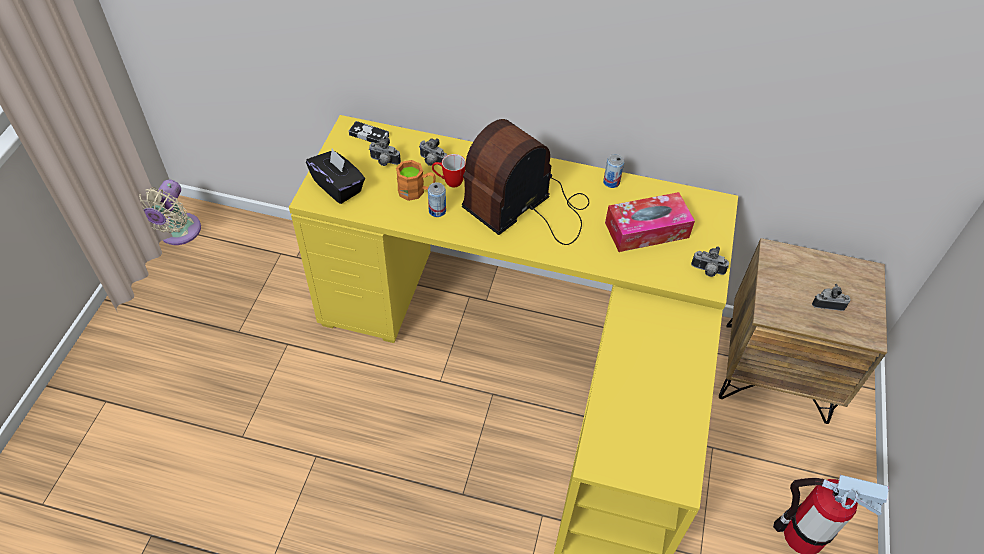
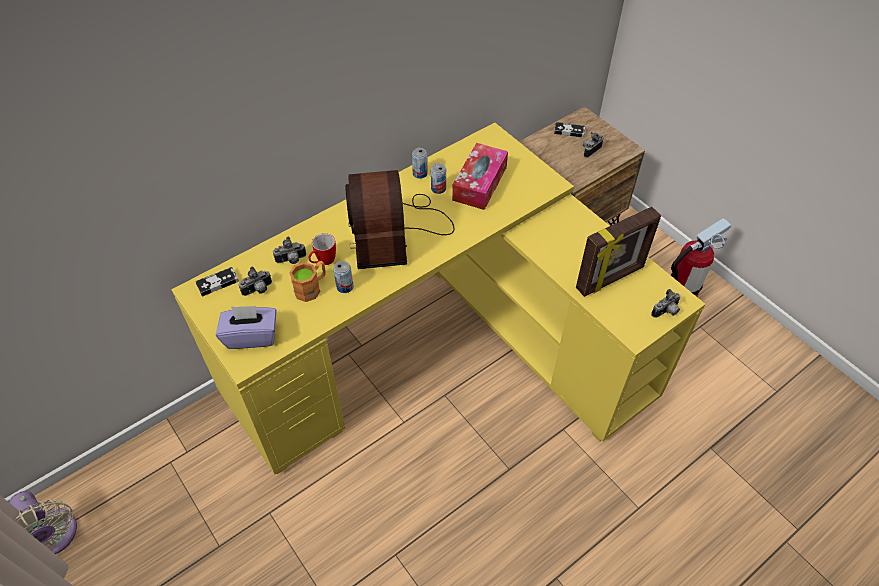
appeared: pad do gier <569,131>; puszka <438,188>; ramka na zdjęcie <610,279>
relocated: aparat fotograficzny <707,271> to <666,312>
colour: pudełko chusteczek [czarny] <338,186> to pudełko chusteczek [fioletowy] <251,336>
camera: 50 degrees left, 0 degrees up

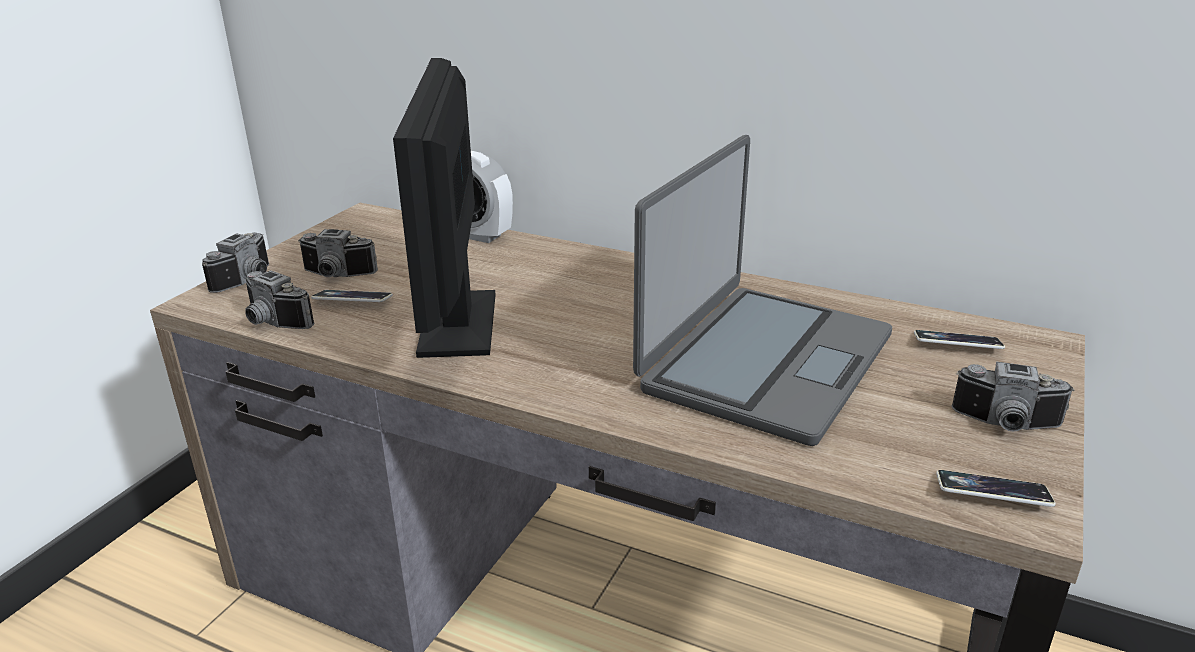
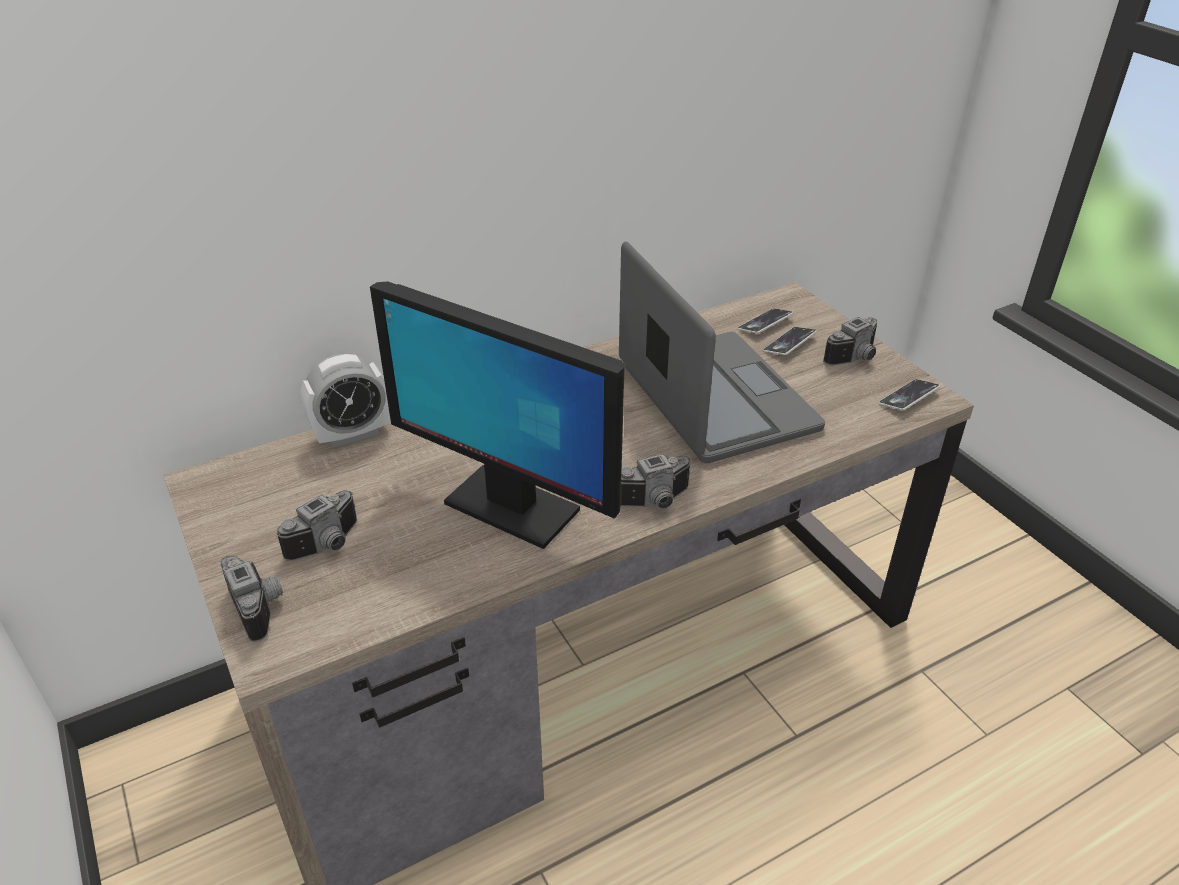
relocated: aparat fotograficzny <272,323> to <656,502>; telefon <353,301> to <789,344>
camera: 55 degrees left, 10 degrees up

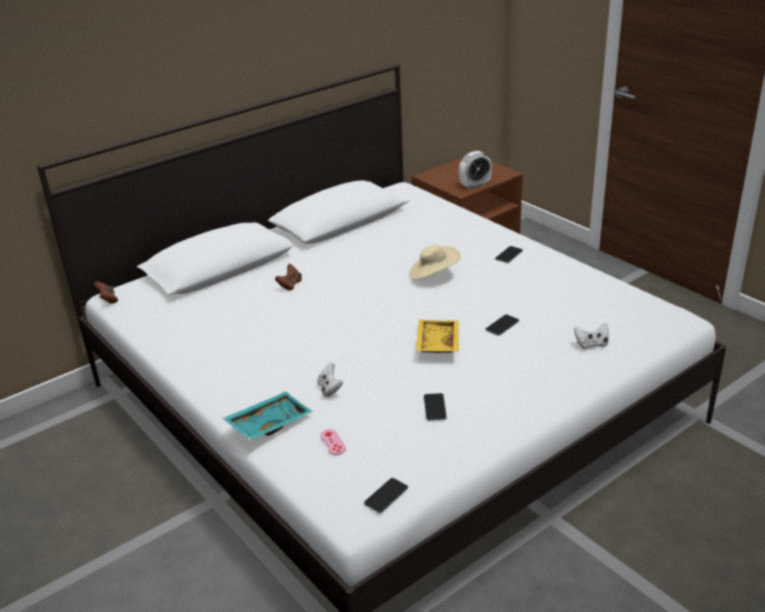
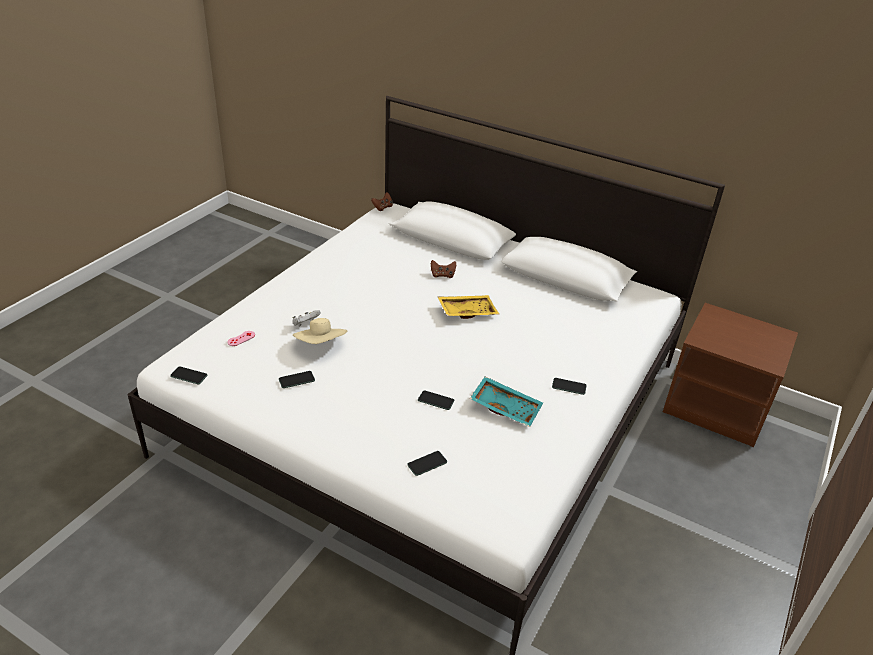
missing: budzik <475,185>
relocated: kapelusz [beżowy] <433,275> to <321,345>; taca [żółty] <436,344> to <467,311>; taca [turkusowy] <268,423> to <506,407>
exchanged: pad do gier [biały] <591,344> to telefon <427,463>
camera: 65 degrees right, 5 degrees up

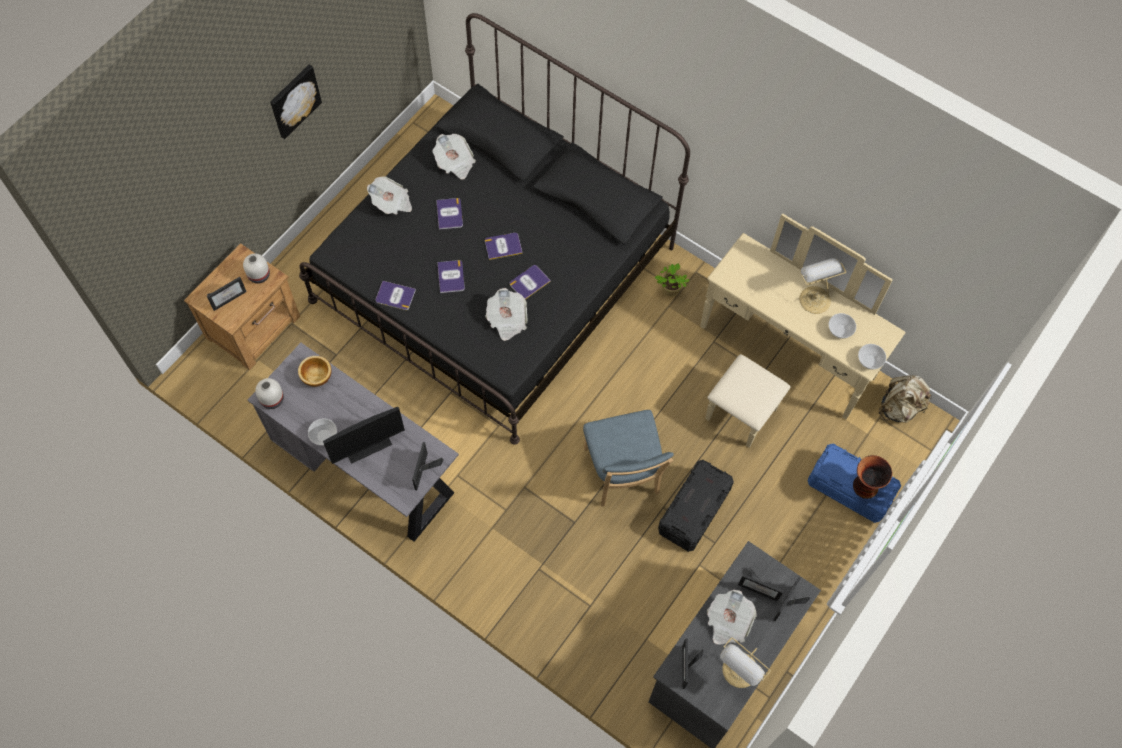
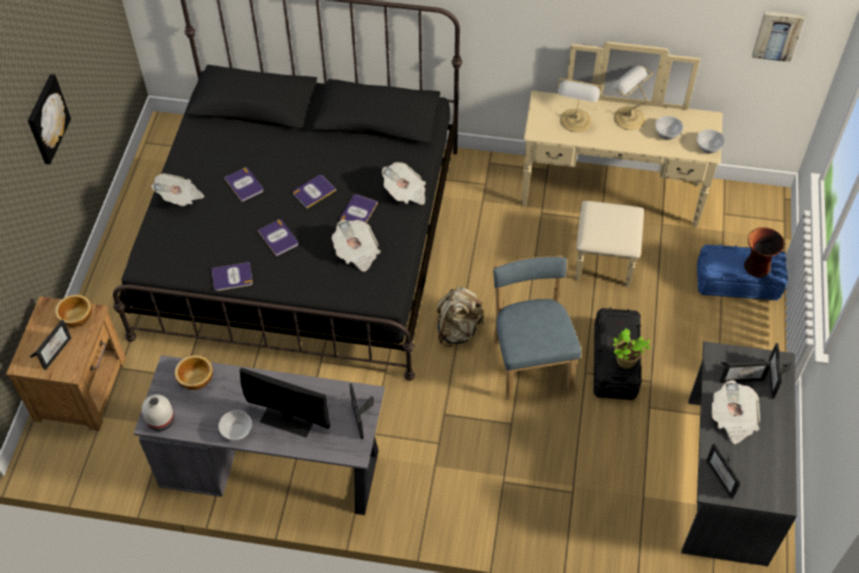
appeared: obraz <777,34>
relocated: gazeta <455,163> to <405,192>; roślina doniczkowa <669,290> to <625,362>; plecak [beżowy] <899,408> to <458,330>; lampa stołowa <739,671> to <575,122>
exchanged: wazon [biały] <258,275> to miska <76,317>
spun: monitor <367,445> = <287,420> 105 degrees counterclockwise; krzesło [niebieski] <622,475> = <530,361> 150 degrees counterclockwise
camera: 25 degrees left, 10 degrees down

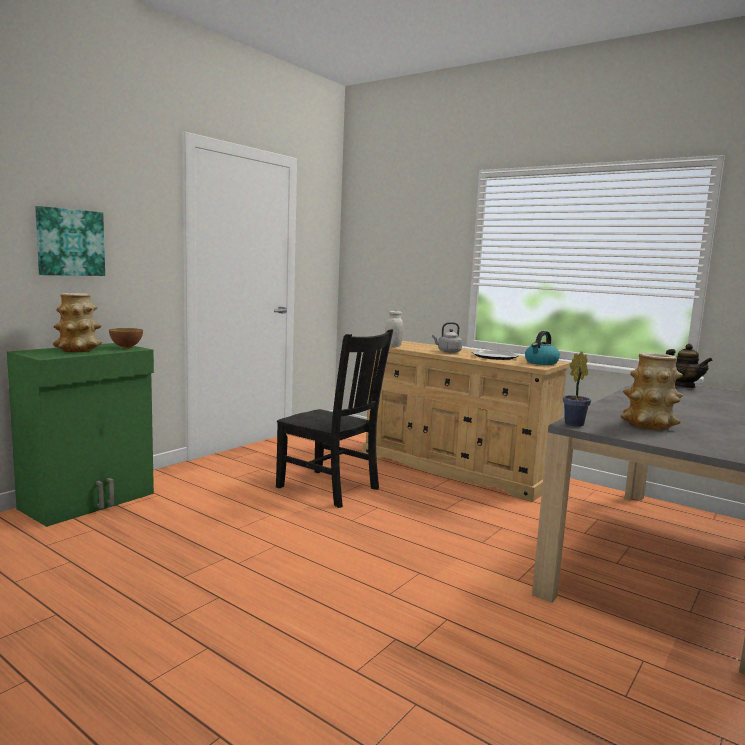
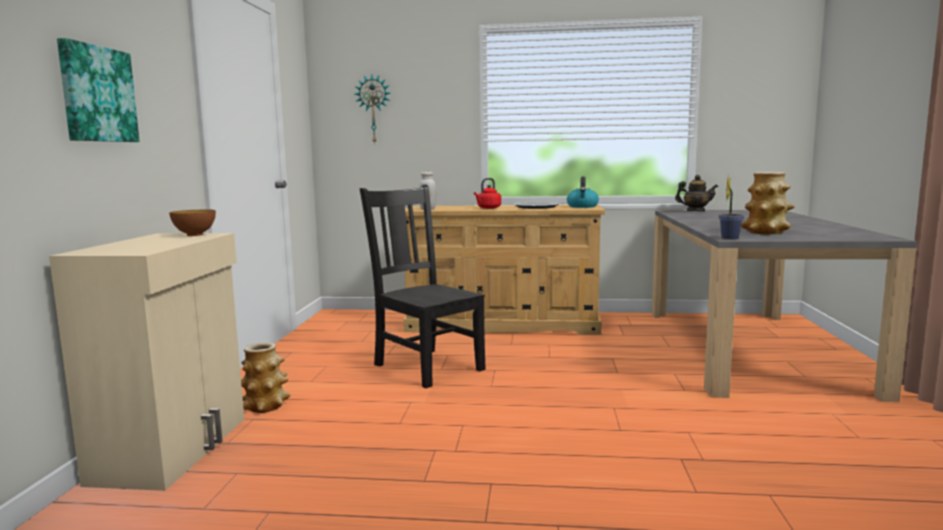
appeared: zegar ścienny <374,109>
relocated: wazon <78,350> to <266,406>
colour: czajnik [szary] <448,352> to czajnik [czerwony] <488,208>; szafka [zielony] <90,501> to szafka [beżowy] <174,449>
spun: krzesło [czarny] <330,489> = <426,366> 135 degrees counterclockwise
camera: 30 degrees left, 0 degrees up

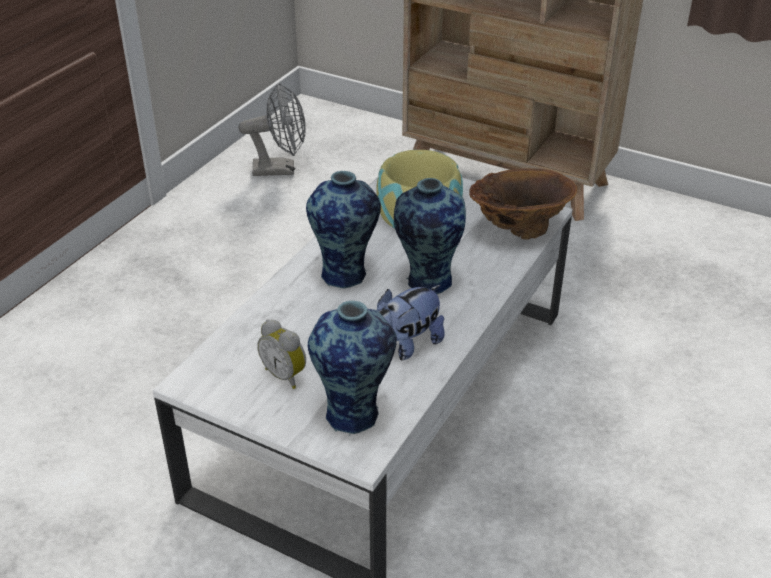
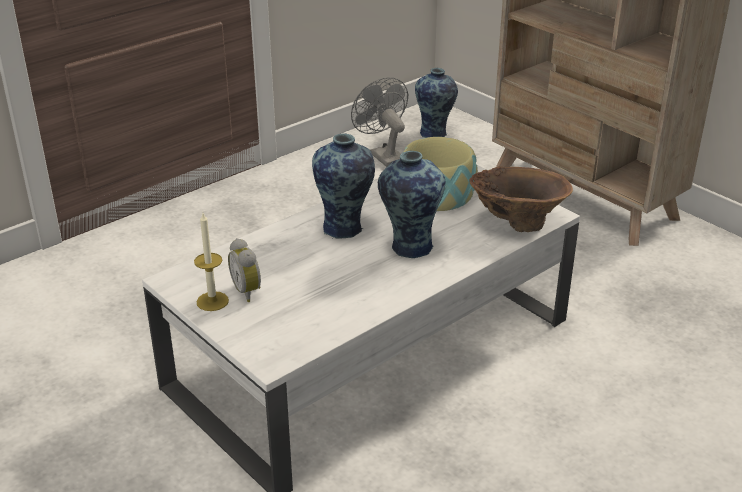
missing: pluszak <405,346>
appeared: świeca <212,301>
relocated: wazon <354,413> to <434,133>
spun: wentylator [szary] <281,169> = <383,155> 135 degrees counterclockwise
camera: 20 degrees right, 5 degrees down

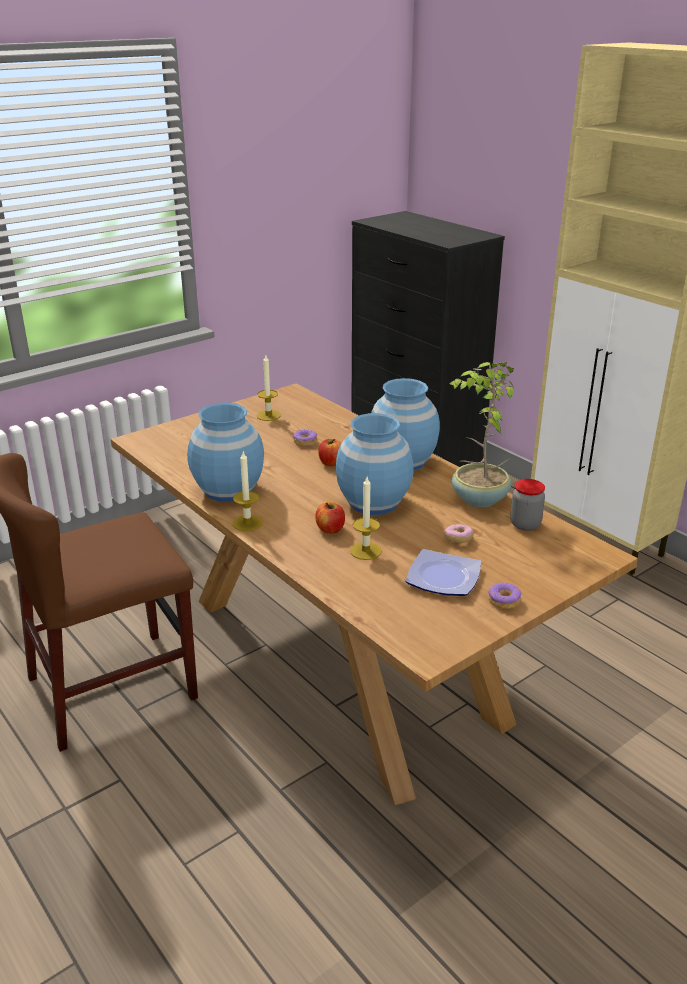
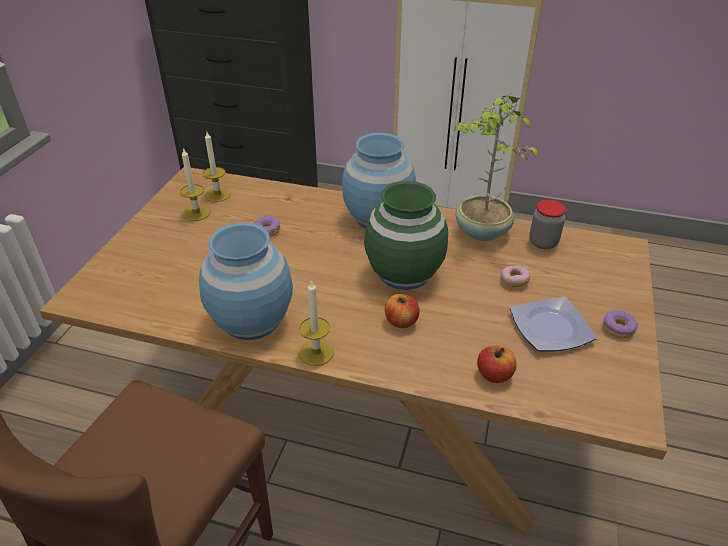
relocated: jabłko <331,463> to <494,375>; świeca <365,551> to <217,194>
colour: wazon [niebieski] <373,502> to wazon [zielony] <403,273>
camera: 35 degrees left, 10 degrees up

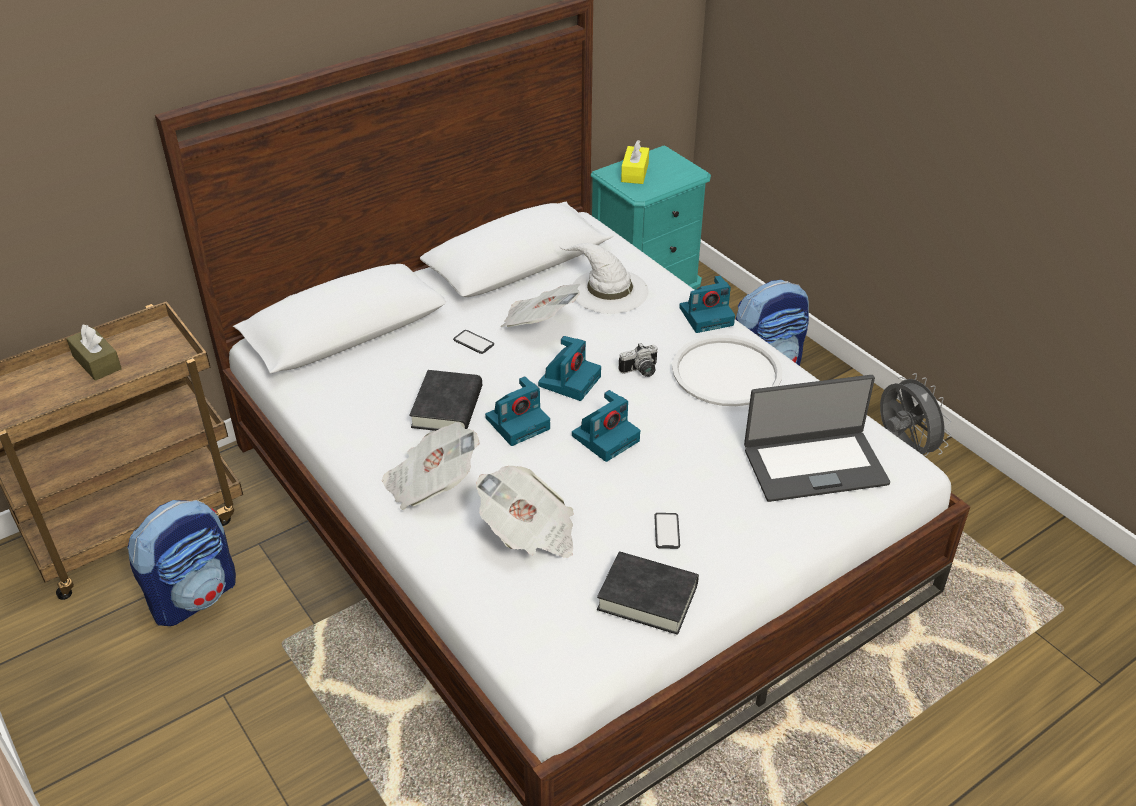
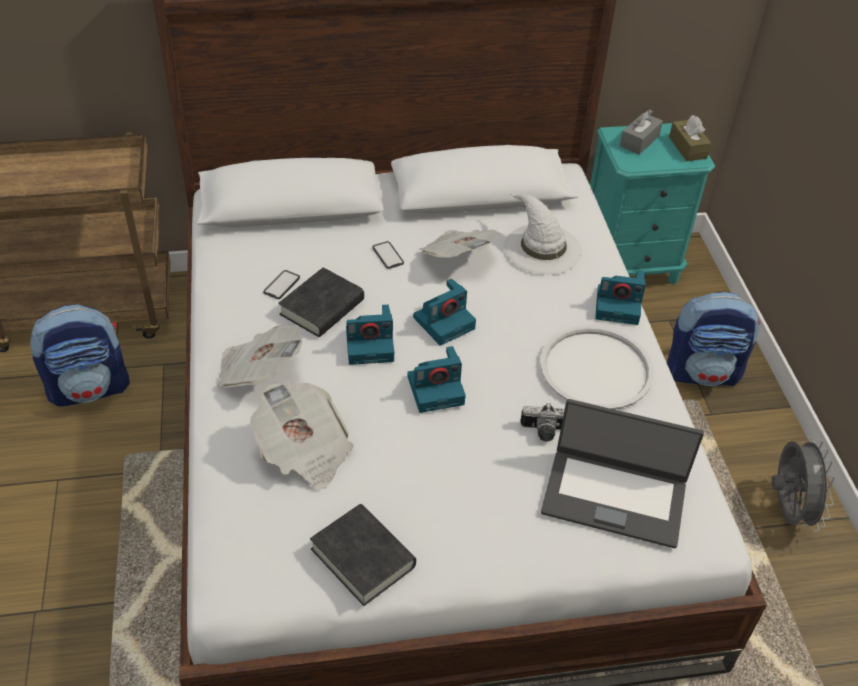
relocated: pudełko chusteczek [brązowy] <97,362> to <687,148>; aparat fotograficzny <641,371> to <542,431>; telefon <667,531> to <281,285>
colour: pudełko chusteczek [żółty] <635,173> to pudełko chusteczek [szary] <639,141>
camera: 25 degrees right, 5 degrees up

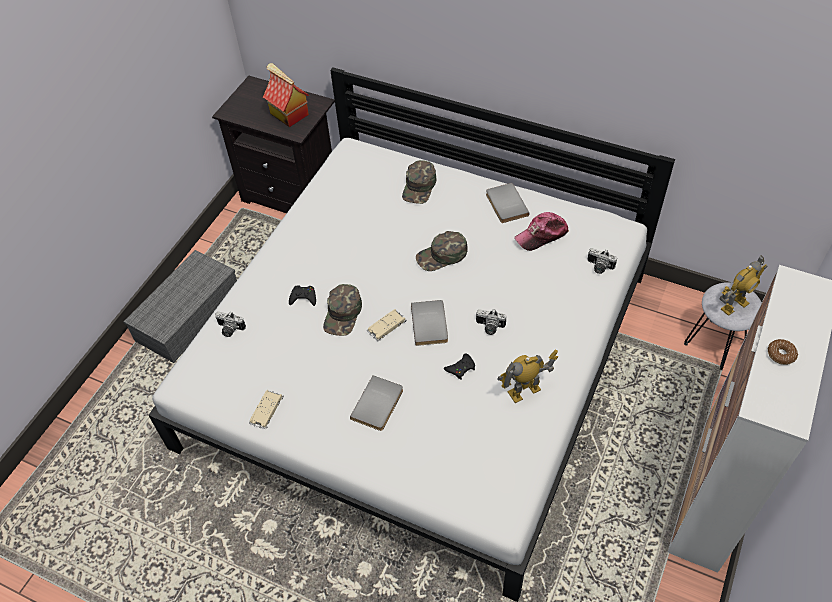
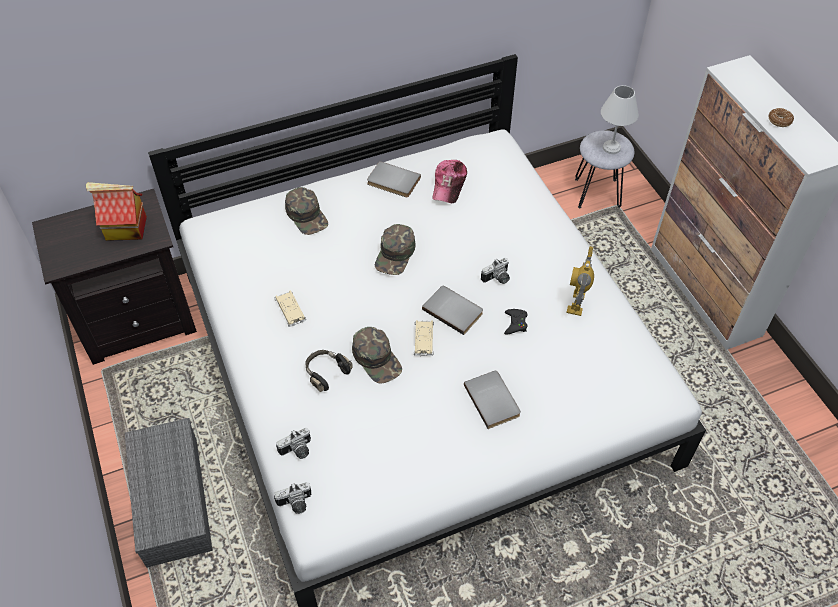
relocated: aparat fotograficzny <599,267> to <295,504>; samochodzik [beżowy] <266,411> to <290,310>
exchanged: robot zabawkowy <734,305> to lampa stołowa [biały] <610,147>; pad do gier [czarny] <303,298> to słuchawki [czarny] <326,373>
camera: 50 degrees left, 0 degrees up

